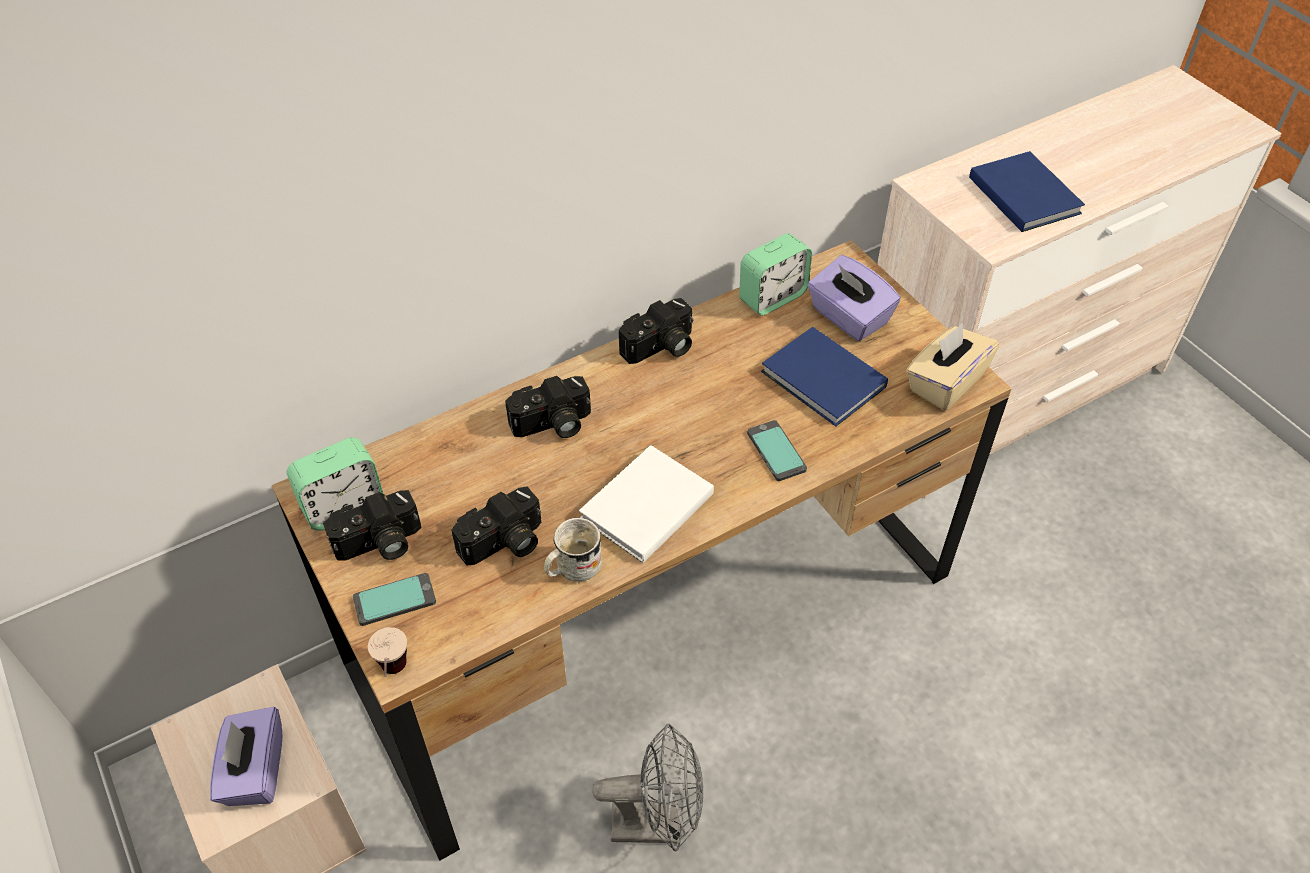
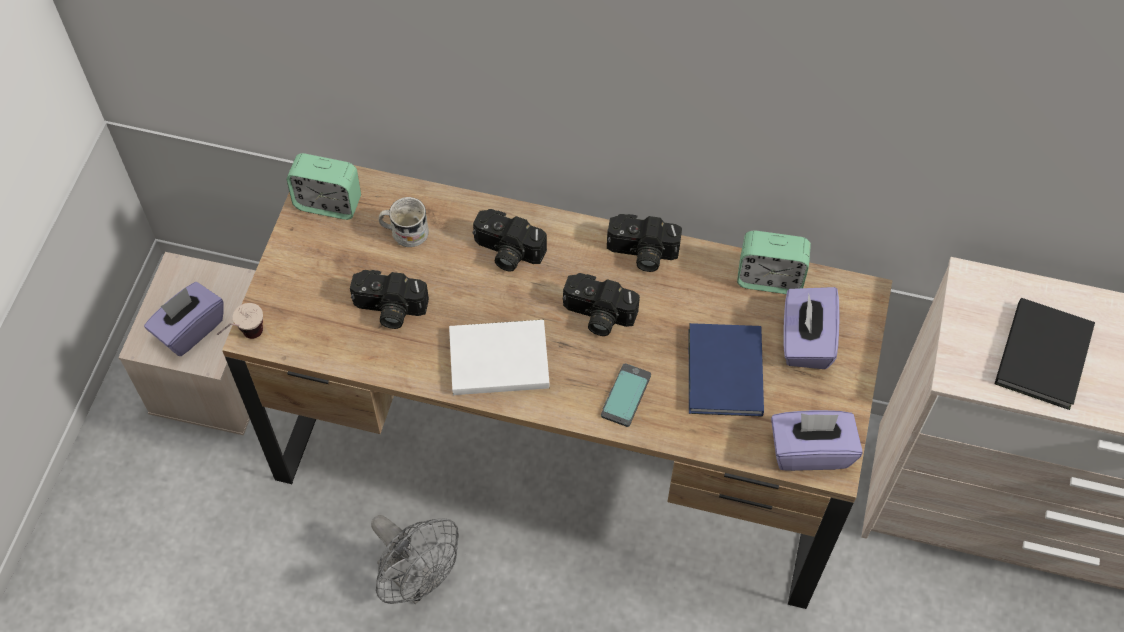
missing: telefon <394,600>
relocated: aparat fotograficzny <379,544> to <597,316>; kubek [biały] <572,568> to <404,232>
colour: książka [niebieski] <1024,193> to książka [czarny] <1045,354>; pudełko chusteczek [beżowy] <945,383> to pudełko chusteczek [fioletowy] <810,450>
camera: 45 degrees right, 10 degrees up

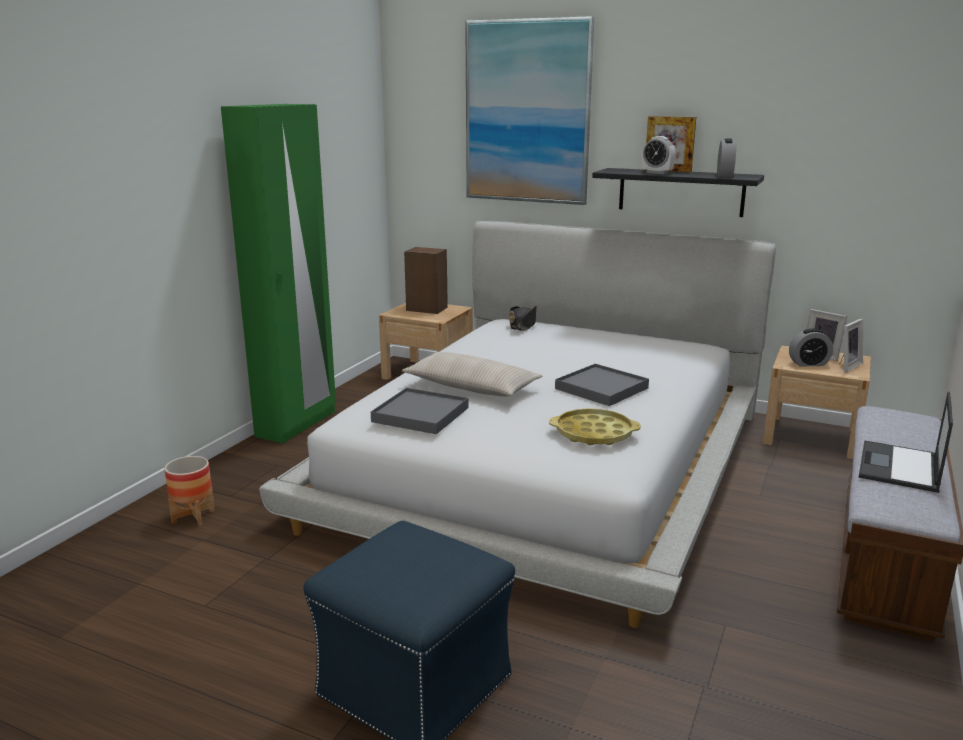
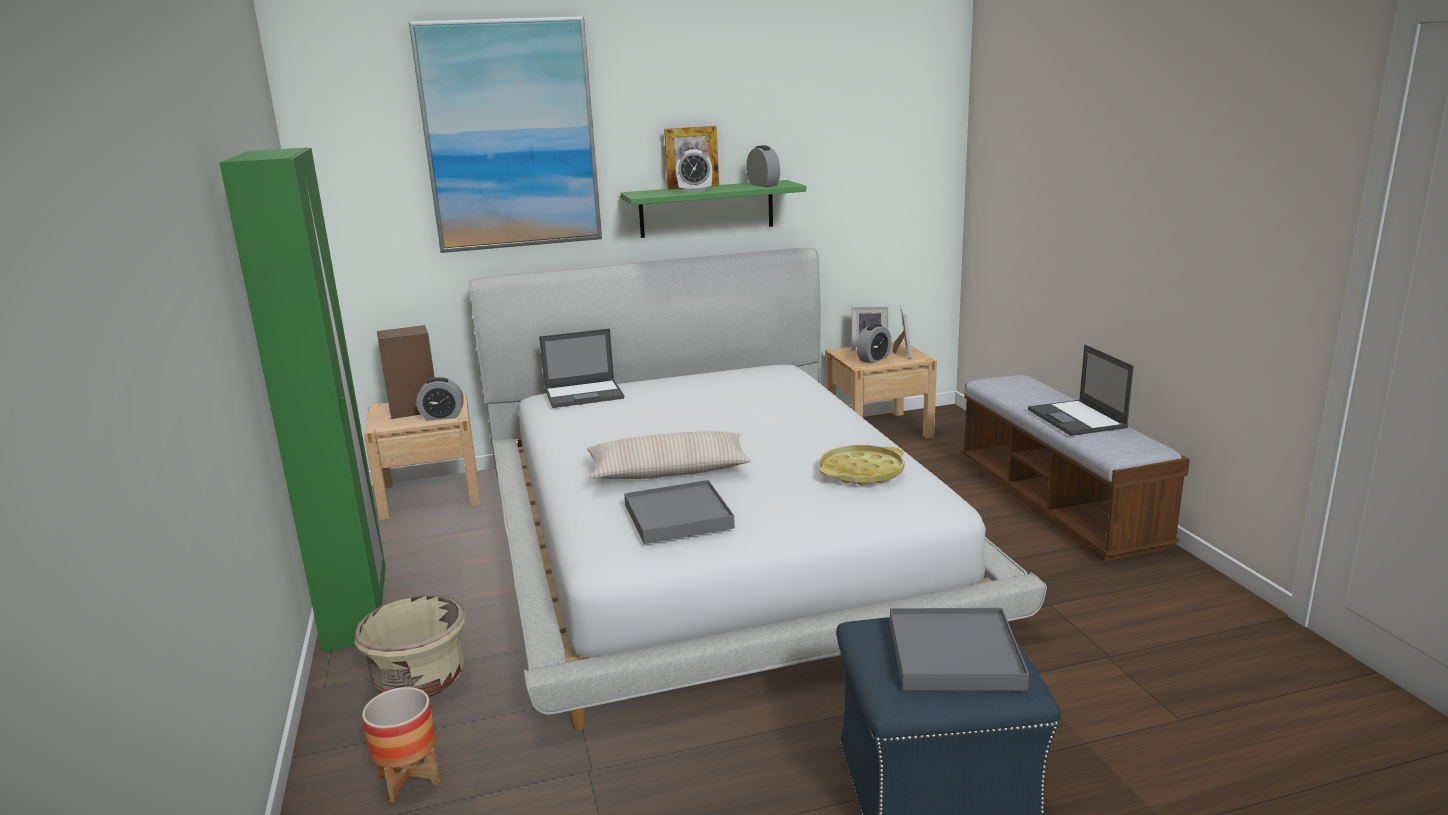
appeared: budzik <442,416>; donica [beżowy] <420,680>
relocated: taca [szary] <601,388> to <955,655>
exchanged: kapelusz [czarny] <523,325> to laptop <585,394>
colour: półka [czarny] <681,192> to półka [zielony] <706,209>
camera: 40 degrees left, 0 degrees up

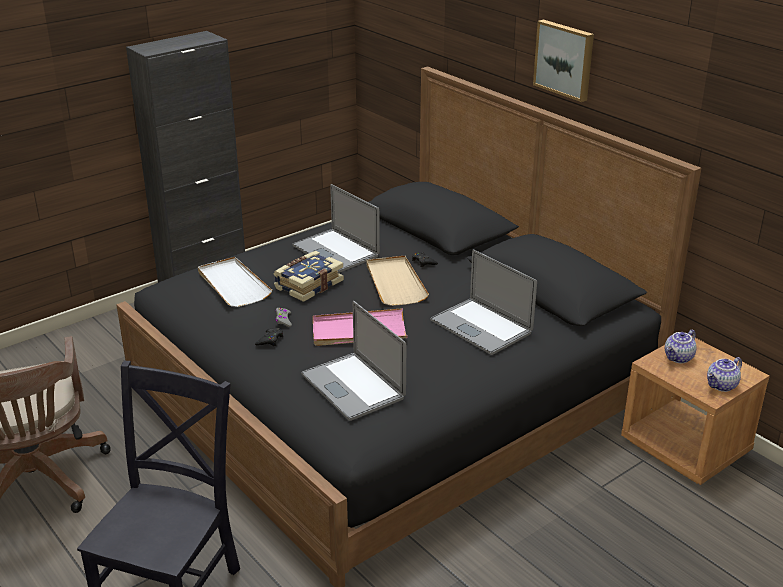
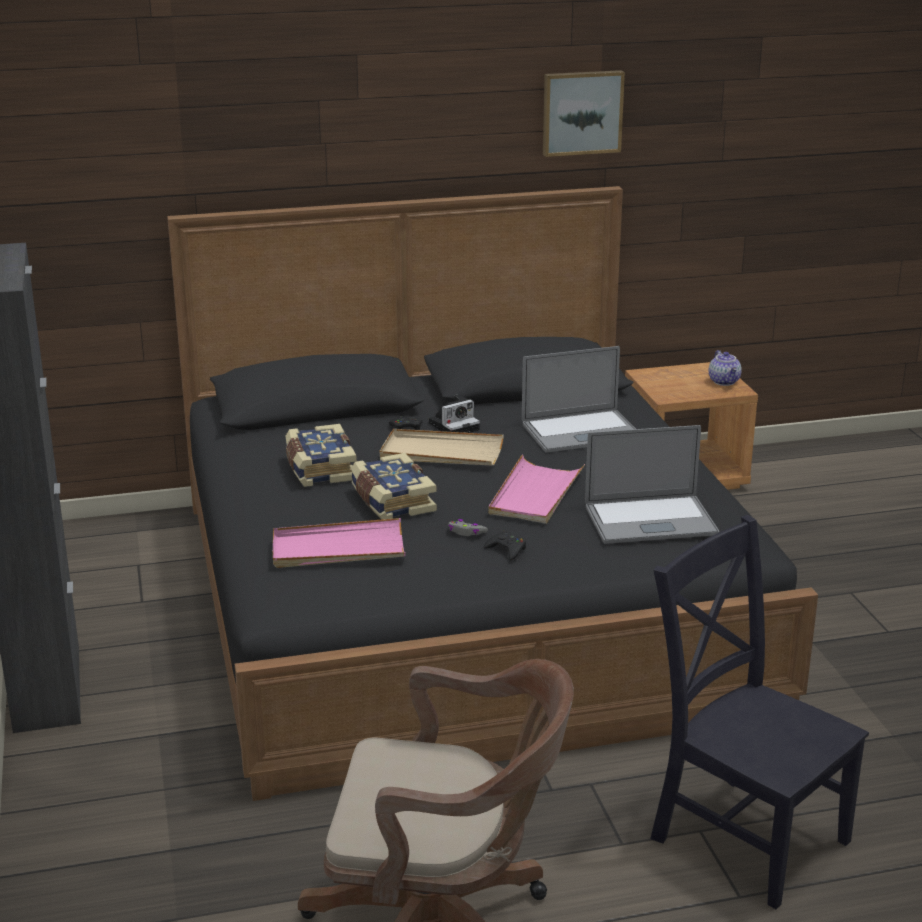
missing: imbryk <679,358>
appeared: aparat fotograficzny <455,425>
relocated: obraz <565,59> to <581,112>
exchanged: laptop <335,251> to książka <319,469>
colour: taca [biały] <233,285> to taca [różowy] <338,549>
camera: 65 degrees left, 5 degrees down

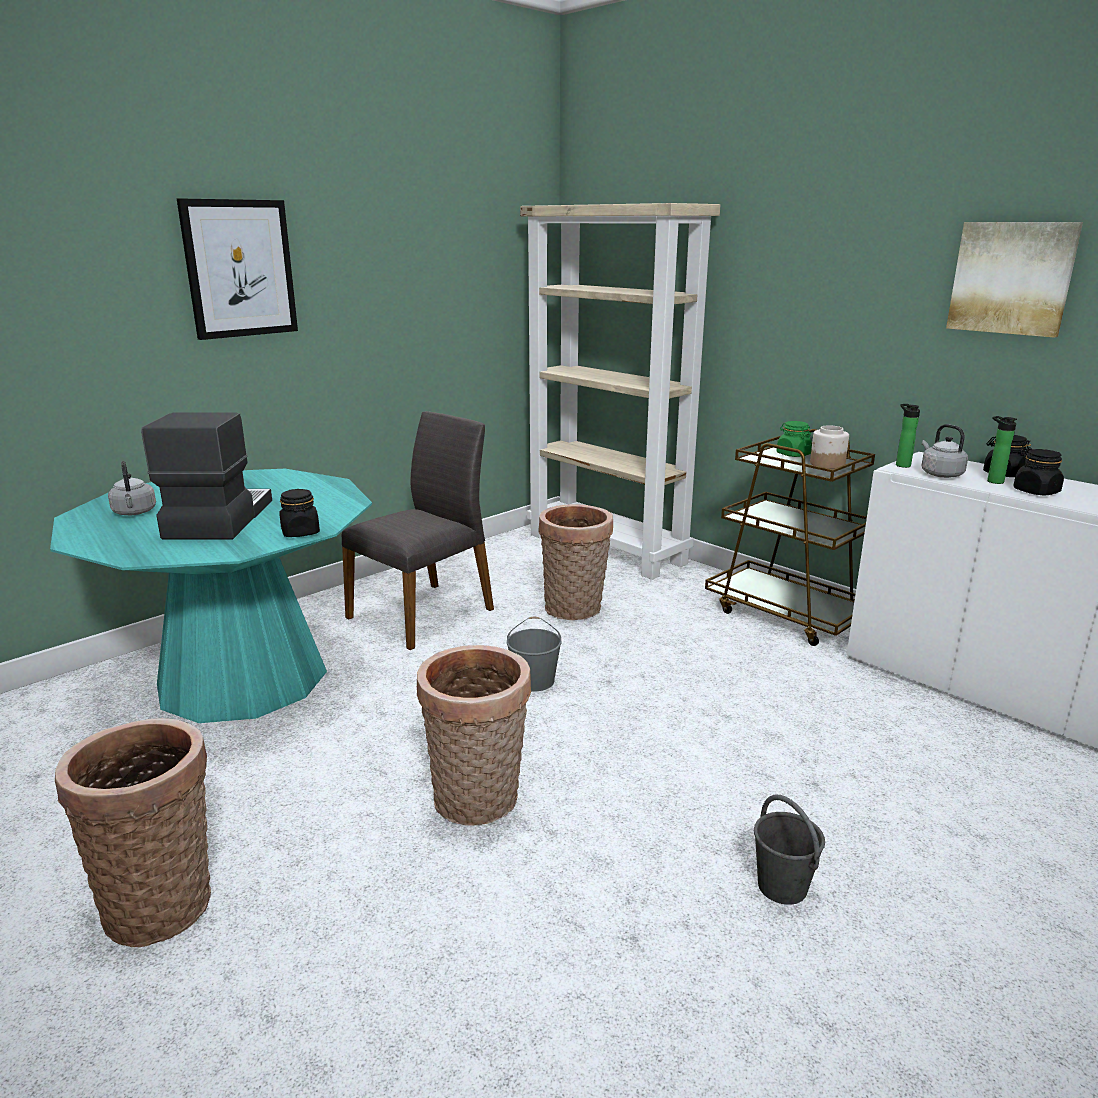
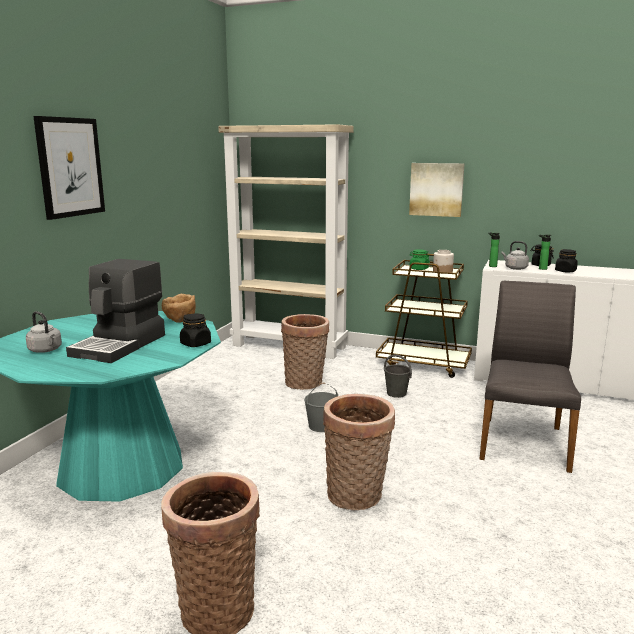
appeared: miska [brązowy] <180,321>
relocated: obraz <1012,278> to <436,189>; krzesło [szary] <423,613> to <523,442>; wiadro [szary] <783,887> to <397,393>
spun: ekspres do kawy <217,519> = <120,345> 135 degrees counterclockwise
camera: 25 degrees left, 5 degrees down

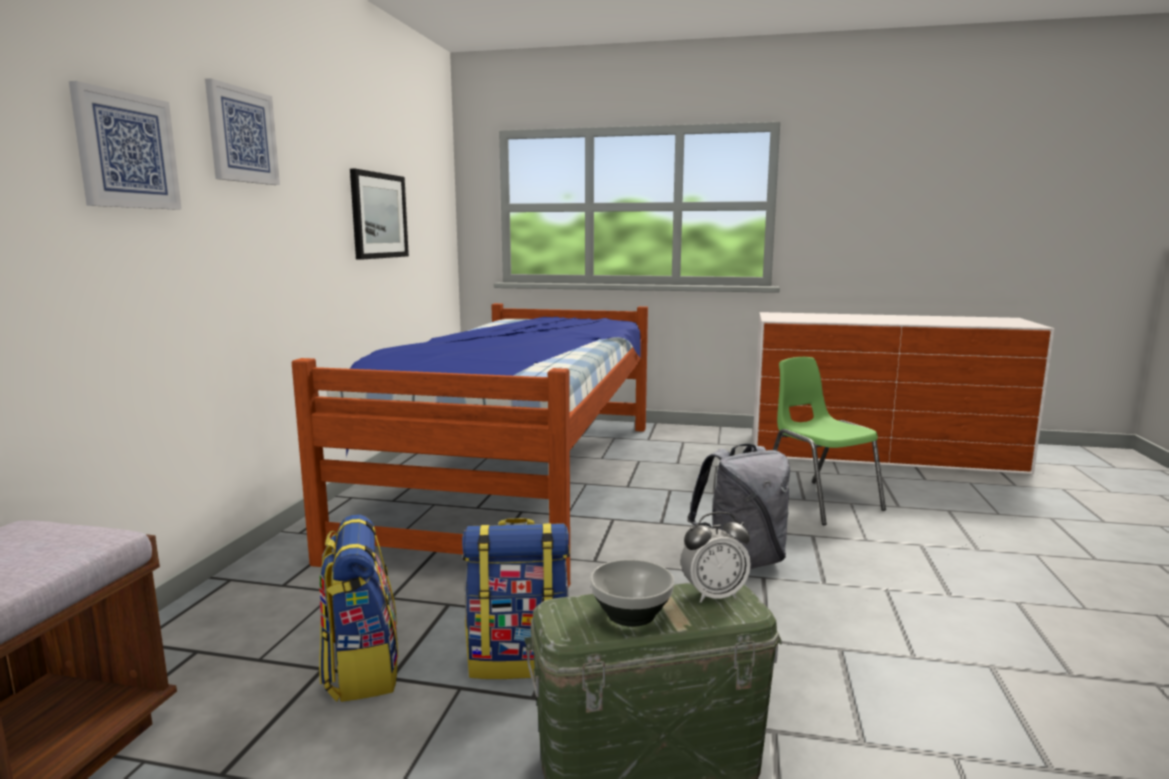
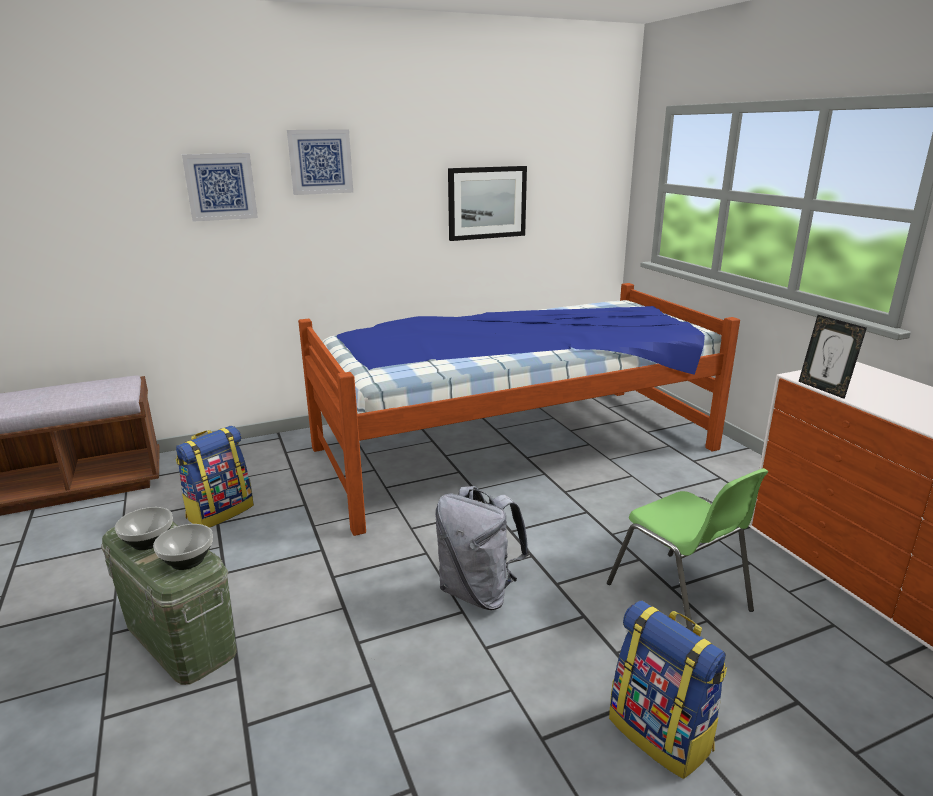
appeared: ramka na zdjęcie <823,389>
relocated: plecak <519,659> to <661,733>
exchanged: budzik <713,595> to miska <188,561>
spun: krzesło [zielony] <818,501> = <680,598> 120 degrees clockwise
camera: 55 degrees right, 10 degrees up

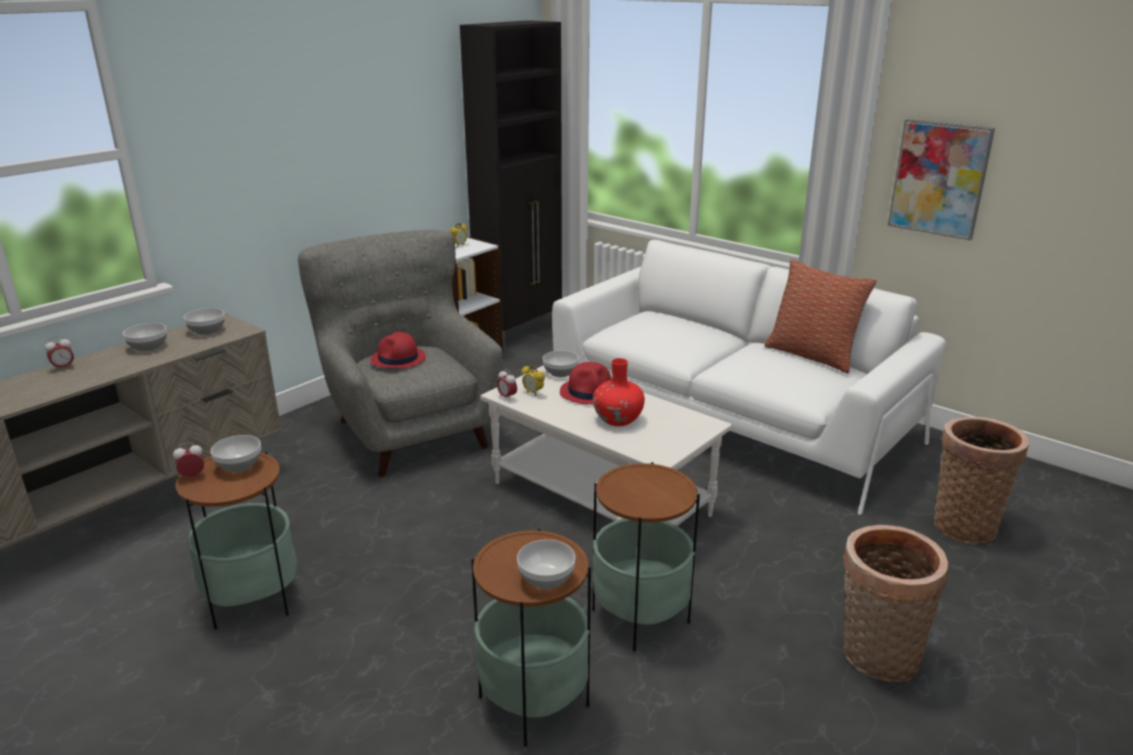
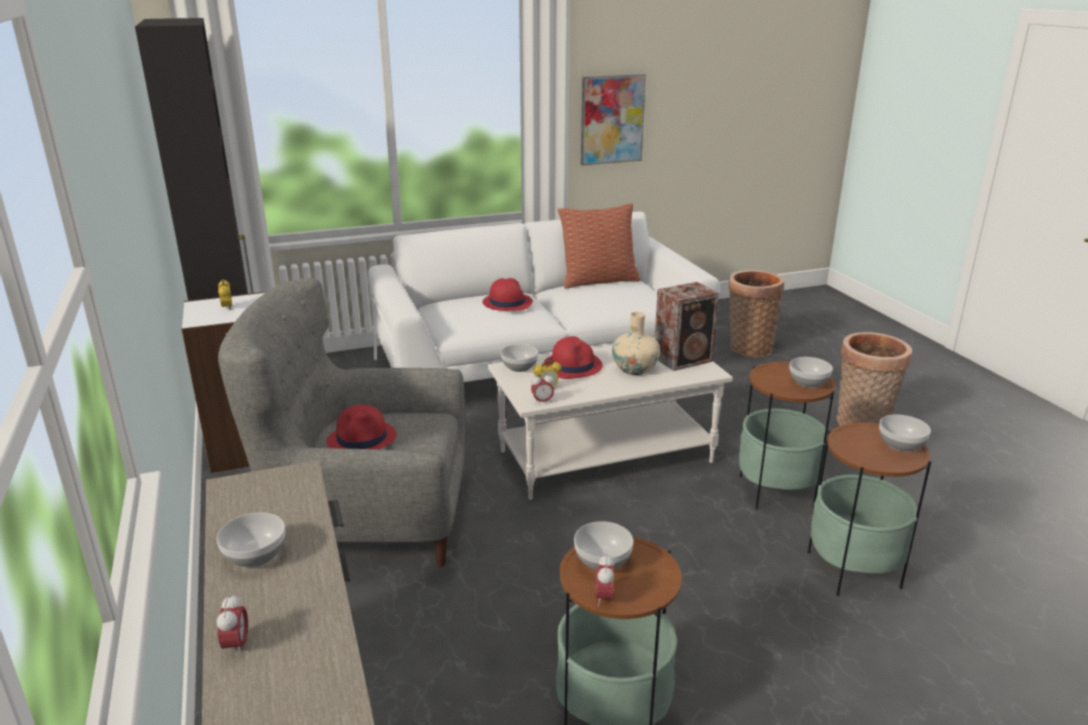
appeared: kapelusz [czerwony] <507,302>; głośnik <684,359>
relocated: miska <207,330> to <807,382>
colour: wazon [czerwony] <618,419> to wazon [beżowy] <635,369>
camera: 60 degrees left, 0 degrees up

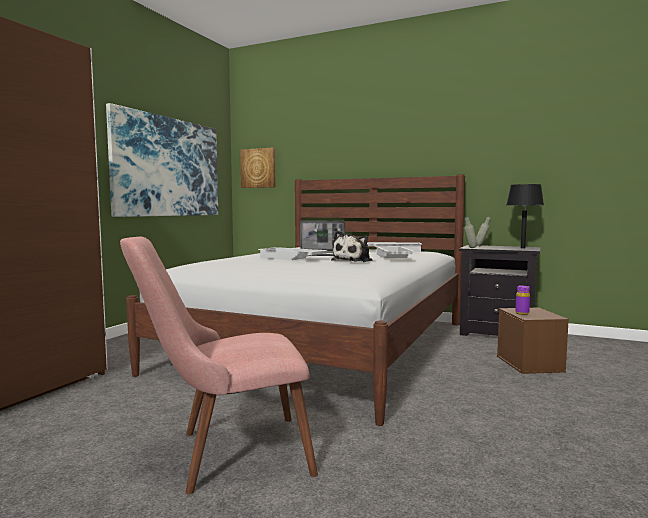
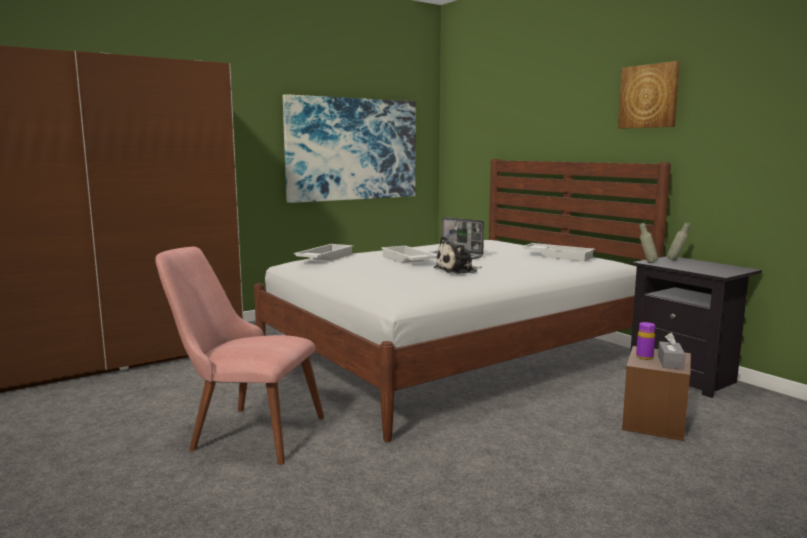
missing: lampa stołowa [czarny] <523,248>
appeared: pudełko chusteczek [szary] <670,362>
relocated: obraz <258,168> to <649,96>; taca [biały] <392,257> to <324,258>
camera: 30 degrees right, 5 degrees up

